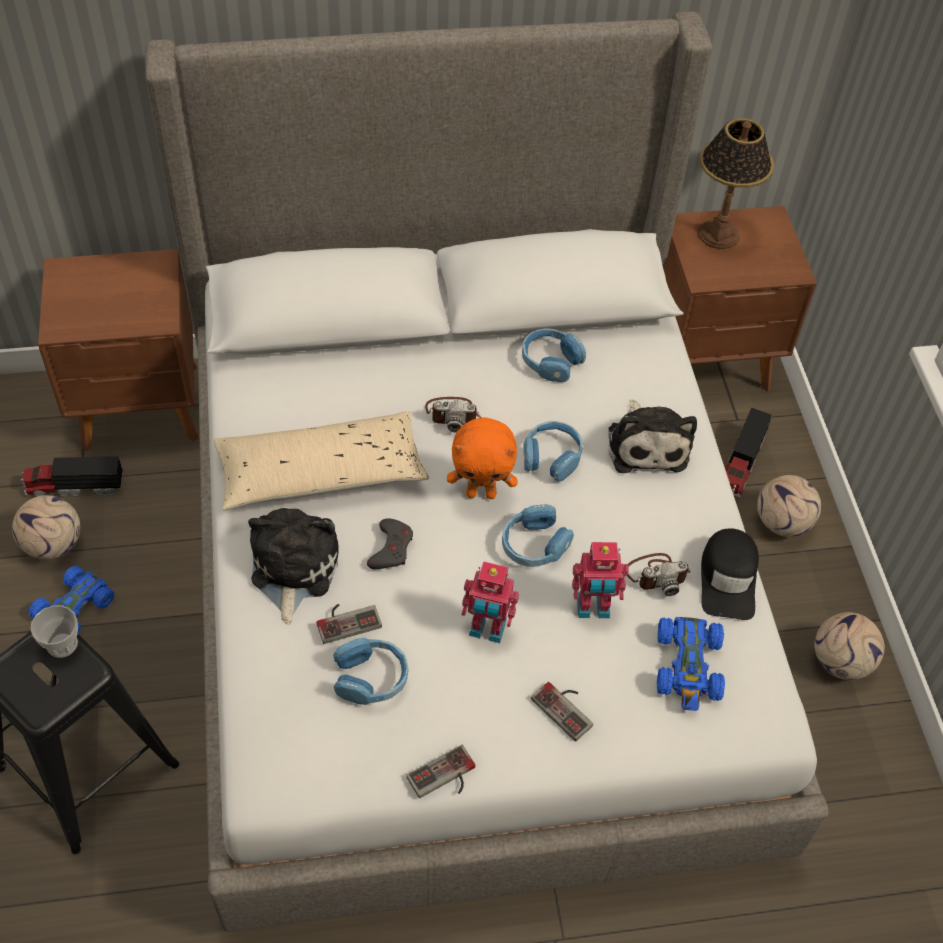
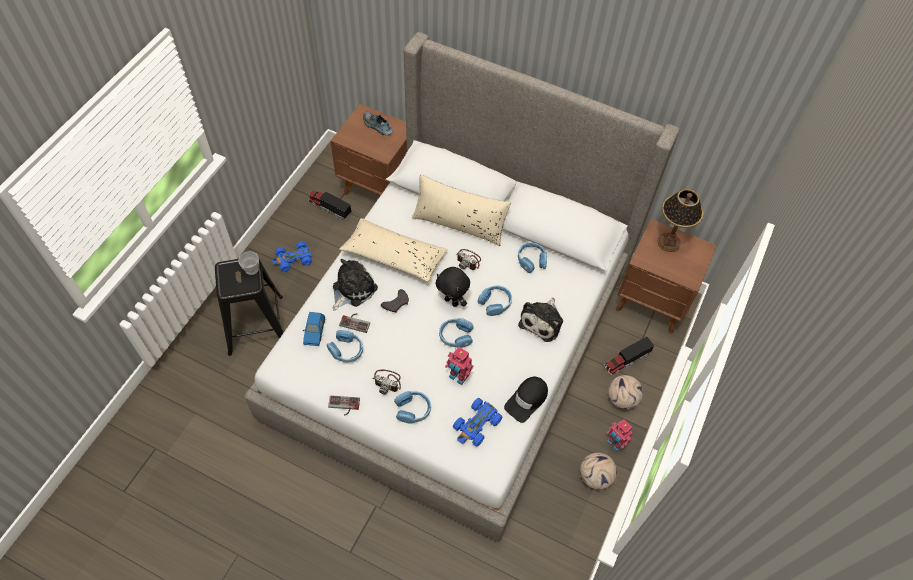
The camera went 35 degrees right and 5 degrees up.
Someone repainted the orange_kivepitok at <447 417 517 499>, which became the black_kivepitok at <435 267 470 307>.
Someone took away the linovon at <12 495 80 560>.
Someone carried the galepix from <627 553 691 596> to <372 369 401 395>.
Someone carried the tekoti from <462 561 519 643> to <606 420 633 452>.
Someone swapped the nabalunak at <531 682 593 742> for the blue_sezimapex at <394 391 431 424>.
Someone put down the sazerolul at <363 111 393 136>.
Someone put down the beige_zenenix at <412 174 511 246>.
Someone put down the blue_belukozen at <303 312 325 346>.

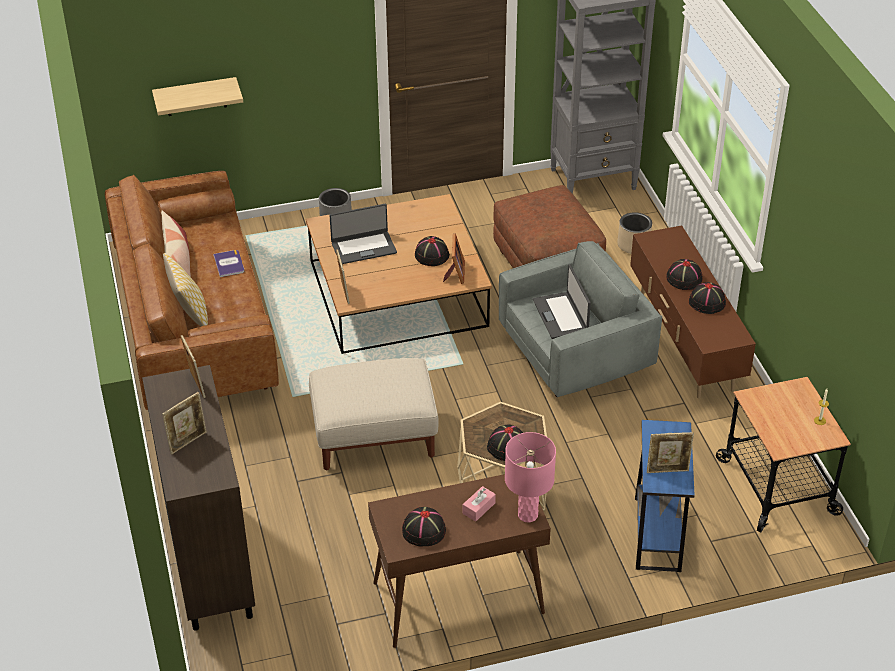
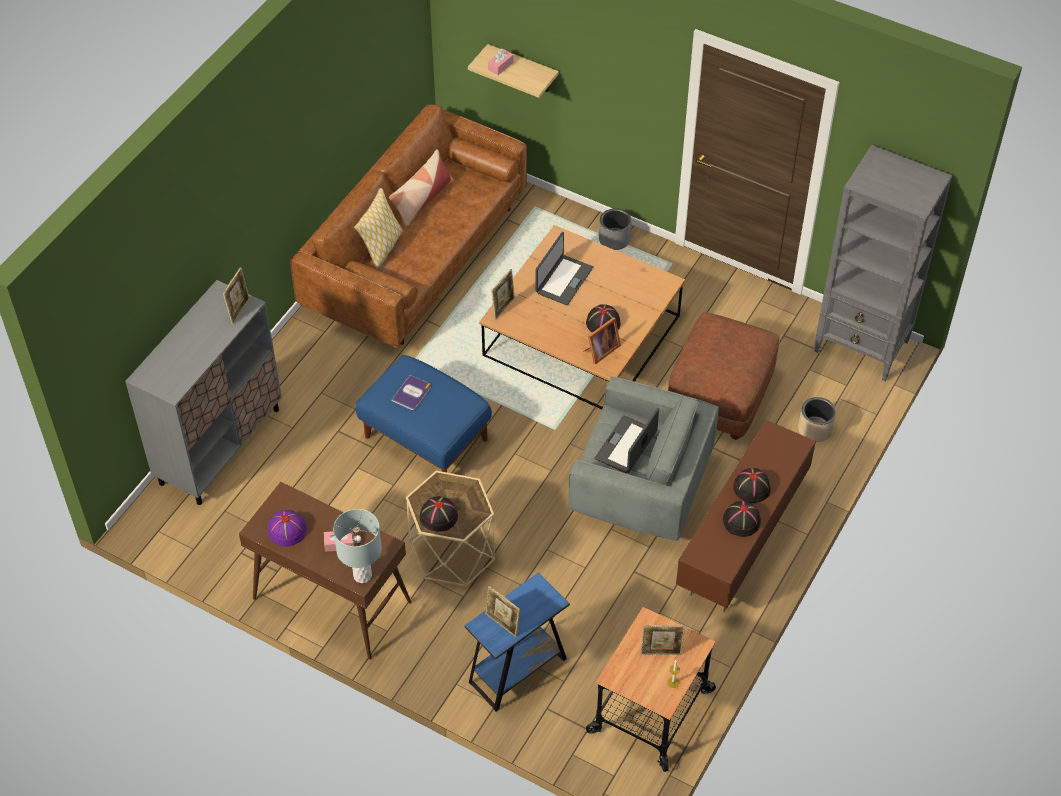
The camera went 45 degrees right and 10 degrees up.
Someone rotated the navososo at <329 204 397 264> by 90 degrees counterclockwise.
Someone carried the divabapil from <213 250 244 277> to <391 375 431 410>.
Someone repainted the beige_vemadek at <309 358 439 470>, which became the blue_vemadek at <356 355 492 472>.
Someone repainted the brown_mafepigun at <142 365 255 631>, which became the grey_mafepigun at <125 280 282 505>.
Someone carried the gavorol from <162 392 207 455> to <641 625 685 655>.
Someone repainted the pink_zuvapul at <505 432 556 523>, which became the grey_zuvapul at <333 509 382 583>.
Someone repainted the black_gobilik at <402 507 446 547>, which became the purple_gobilik at <267 510 307 547>.
Someone put down the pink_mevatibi at <488 49 514 75>.

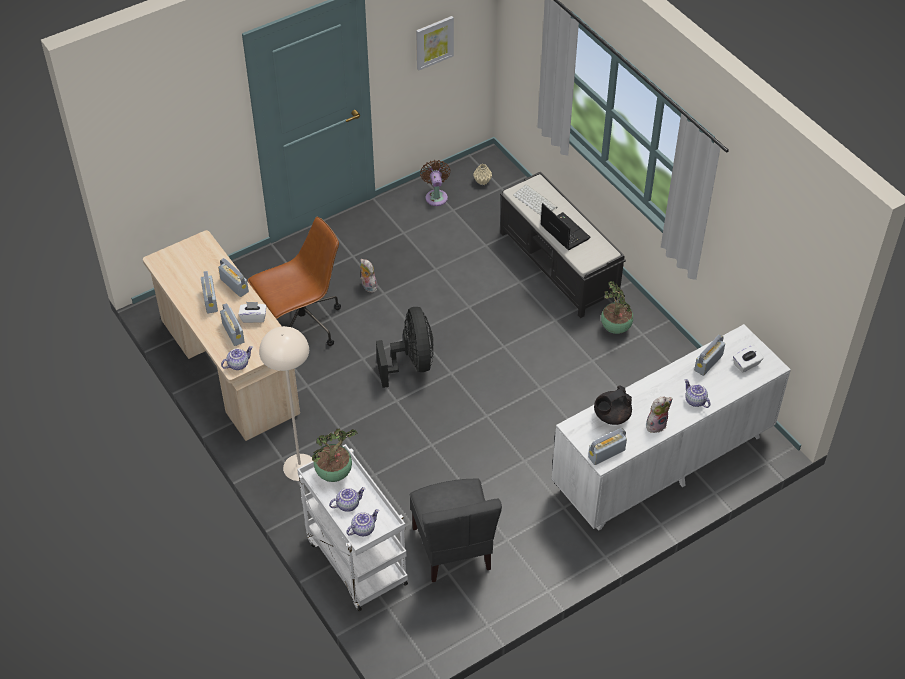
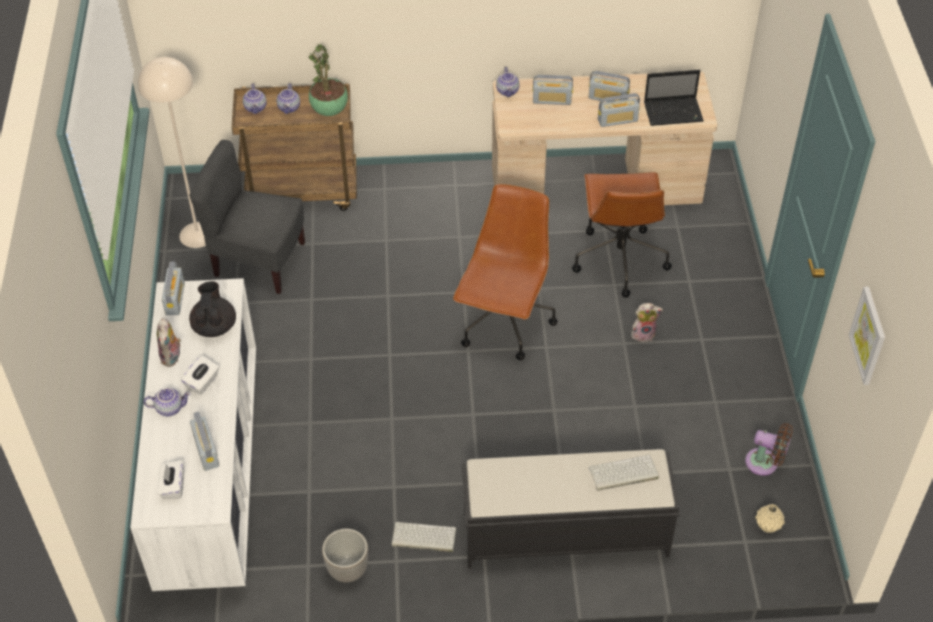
The camera went 120 degrees right and 0 degrees up.
Someone carried the navososo from <540 203 591 250> to <644 70 704 126>.
Someone swapped the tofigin at <601 281 633 334> for the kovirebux at <392 522 456 552>.
Someone carried the white_mevatibi from <238 302 266 323> to <181 356 219 395>.
Someone swapped the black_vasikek at <376 307 434 388> for the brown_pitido at <453 184 558 360>.
Someone carried the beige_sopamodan from <259 326 313 481> to <138 57 206 248>.
Someone repainted the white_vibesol at <297 444 408 611>, which became the brown_vibesol at <232 84 357 211>.
Someone put down the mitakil at <322 529 368 582>.

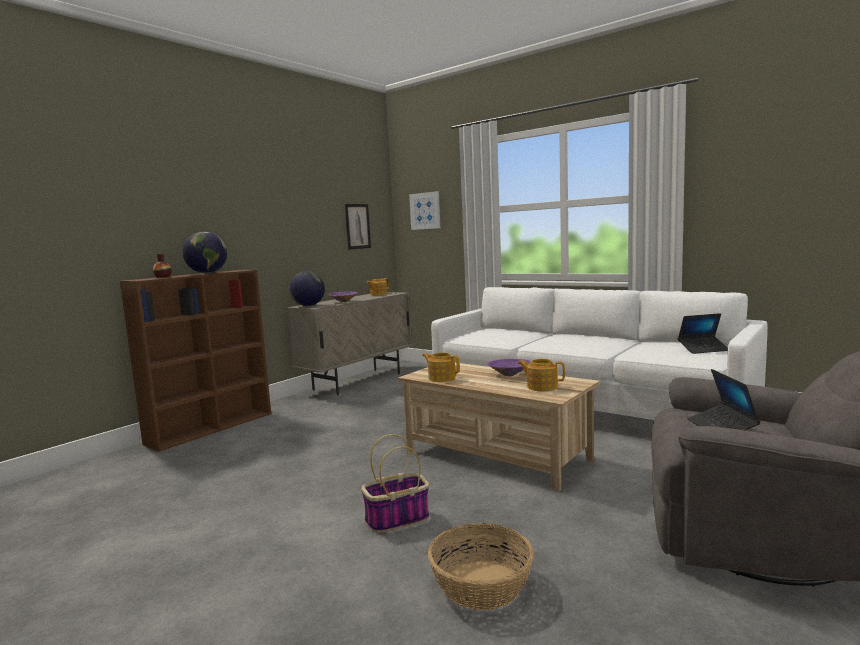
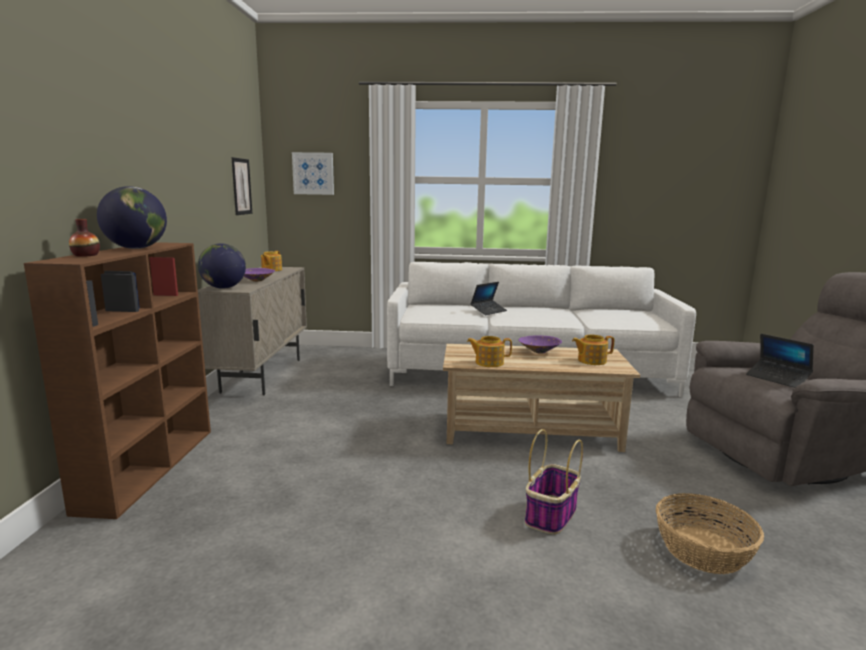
The camera went 35 degrees left and 5 degrees up.
Someone carried the navososo from <678 313 728 354> to <470 282 507 315>.

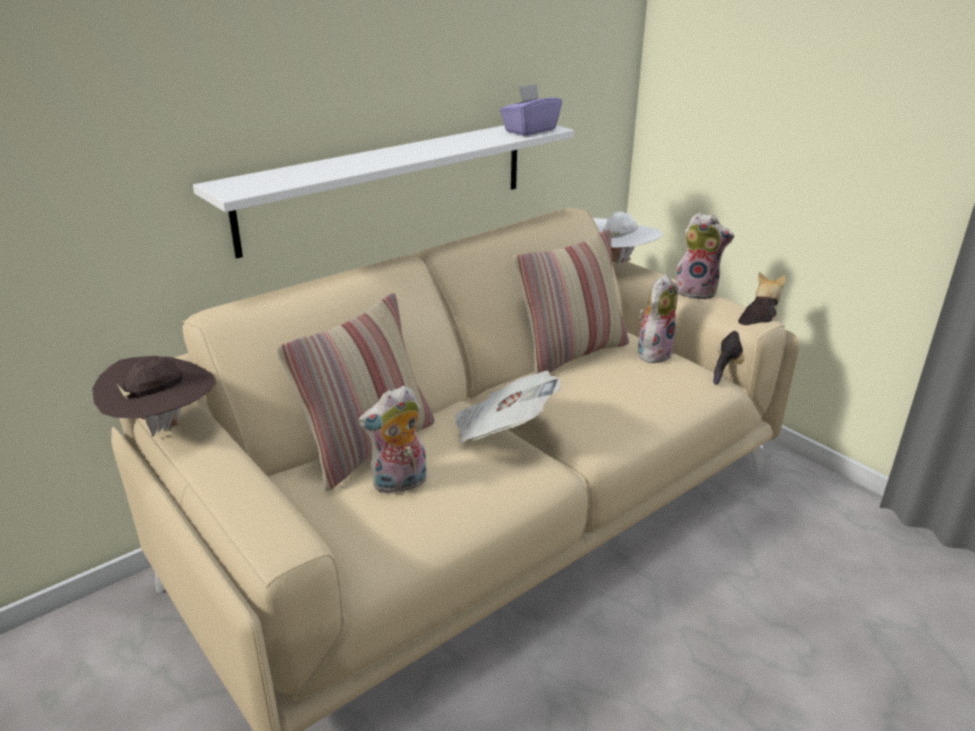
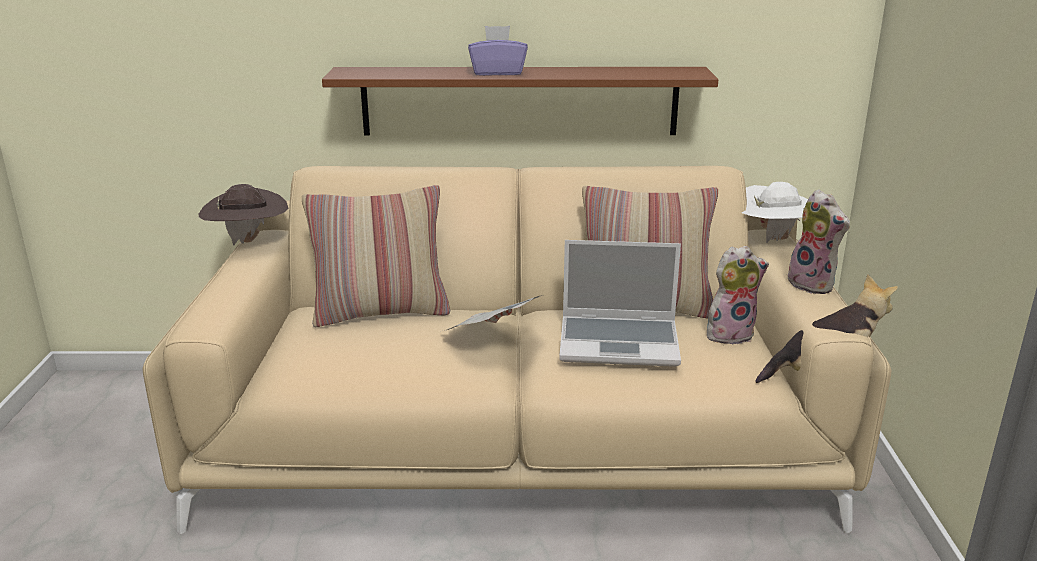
The camera went 40 degrees right and 5 degrees down.
Someone carried the purple_mevatibi from <500 83 562 136> to <468 26 528 76>.
Someone repainted the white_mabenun at <193 125 574 259>, which became the brown_mabenun at <322 67 718 135>.
Someone took away the kivepitok at <358 386 427 494>.
Someone put down the navososo at <559 240 681 367>.

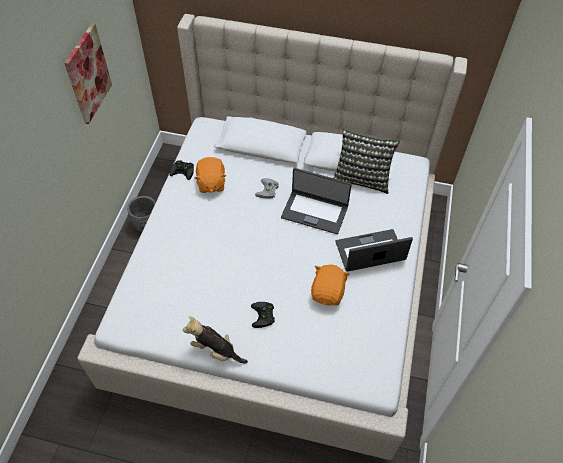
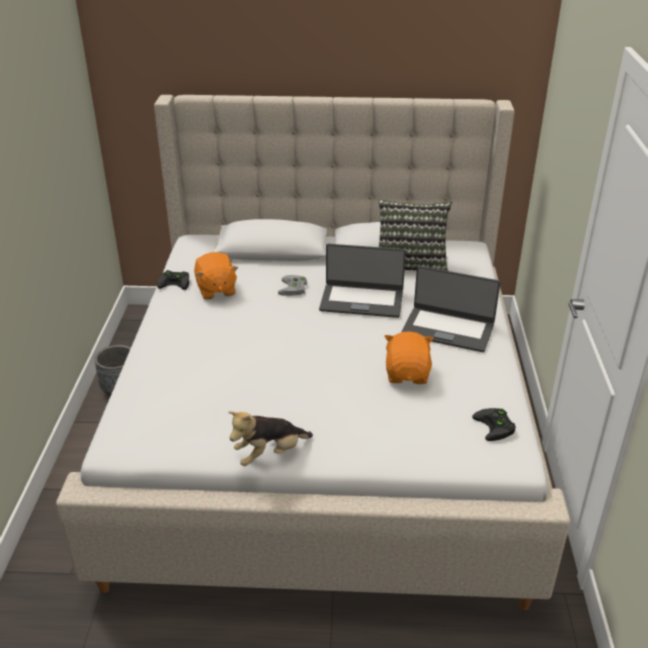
The camera went 10 degrees left and 20 degrees down.
Someone took away the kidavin at <64 23 112 124>.
Someone rotated the navososo at <336 229 413 272> by 135 degrees counterclockwise.
Someone carried the black_nabalunak from <251 302 275 328> to <472 408 516 441>.
Someone rotated the kivepitok at <182 316 248 364> by 45 degrees counterclockwise.

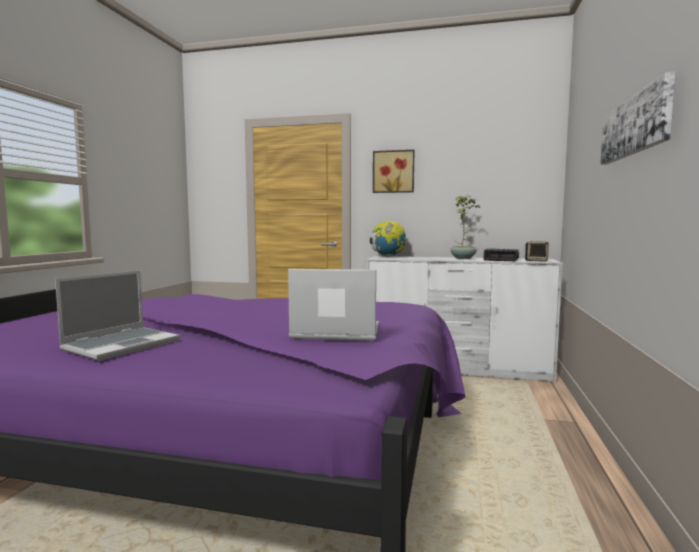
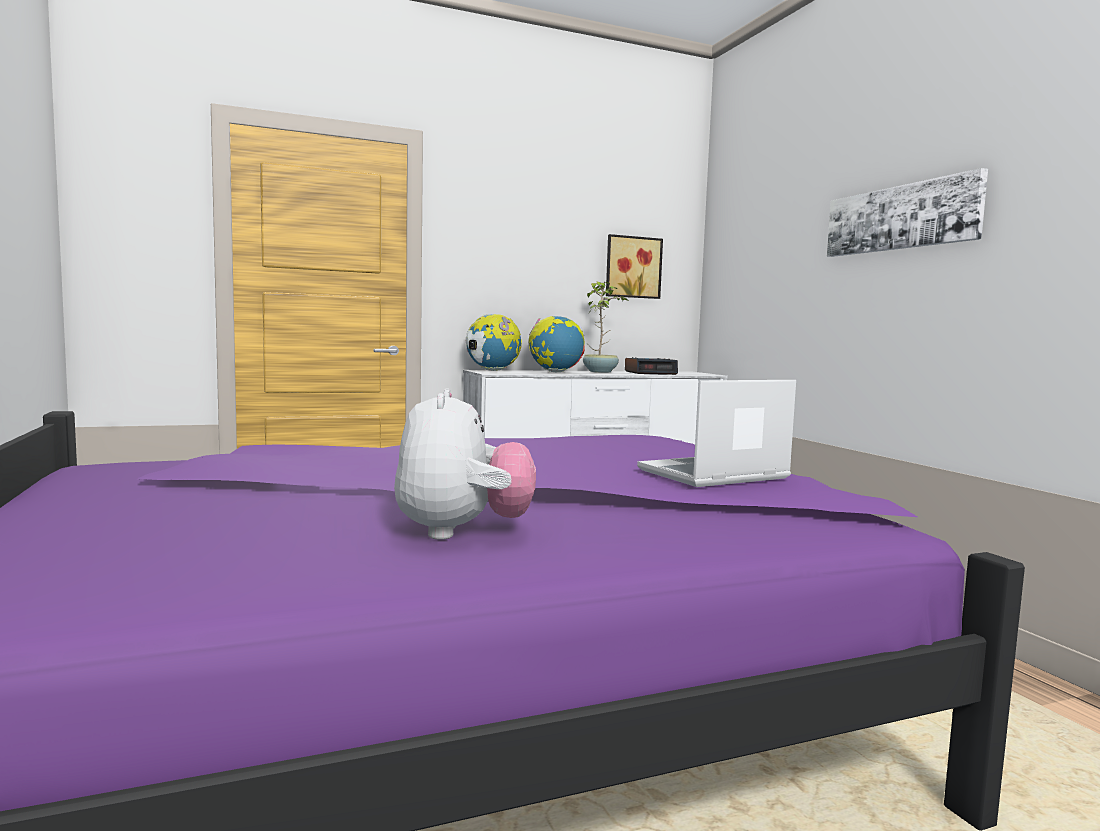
The camera went 35 degrees left and 0 degrees up.
Someone carried the kidavin from <373 150 414 193> to <606 234 663 299>.
Someone took away the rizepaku at <525 241 549 261>.
Someone swapped the navososo at <55 271 180 361> for the kivepitok at <394 388 536 540>.
Someone put down the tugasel at <529 316 585 372>.

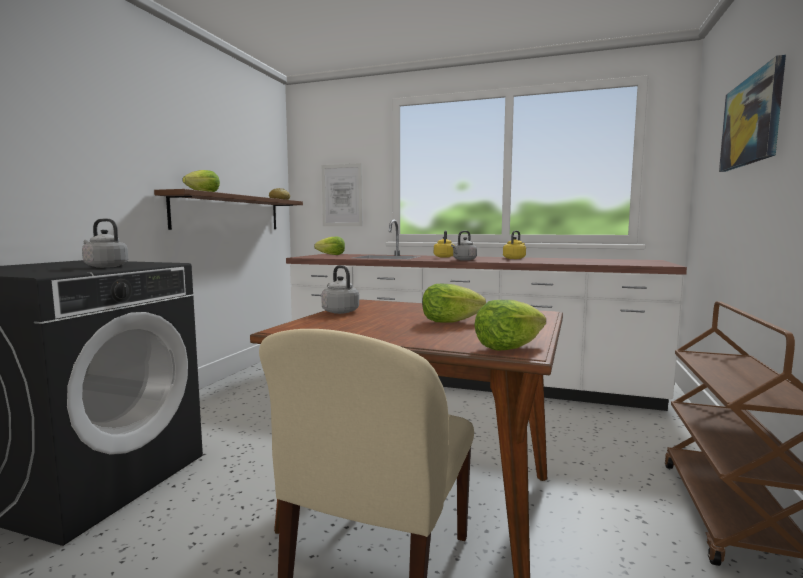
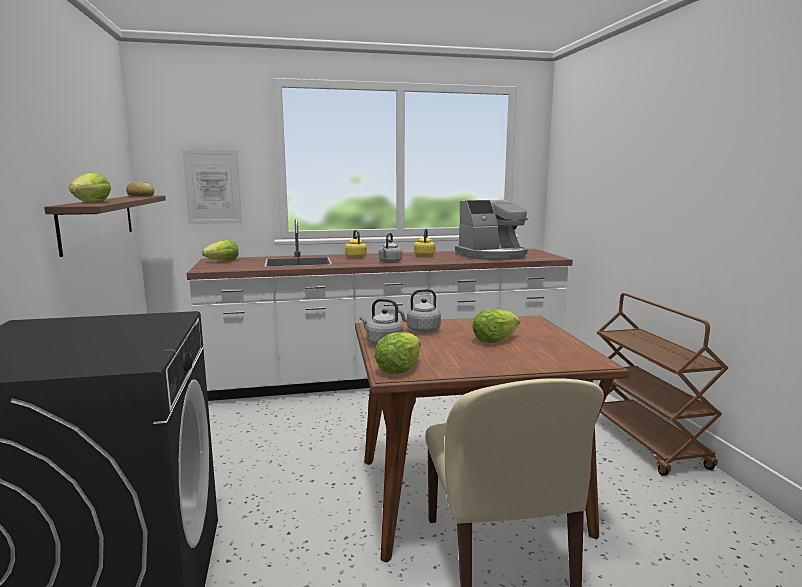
The camera went 30 degrees left and 5 degrees up.
Someone took away the kidavin at <719 55 786 172>.
Someone carried the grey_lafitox from <82 218 128 268> to <398 289 441 333>.
Someone carried the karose from <474 300 546 350> to <374 332 421 374>.
Someone put down the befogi at <455 200 528 260>.

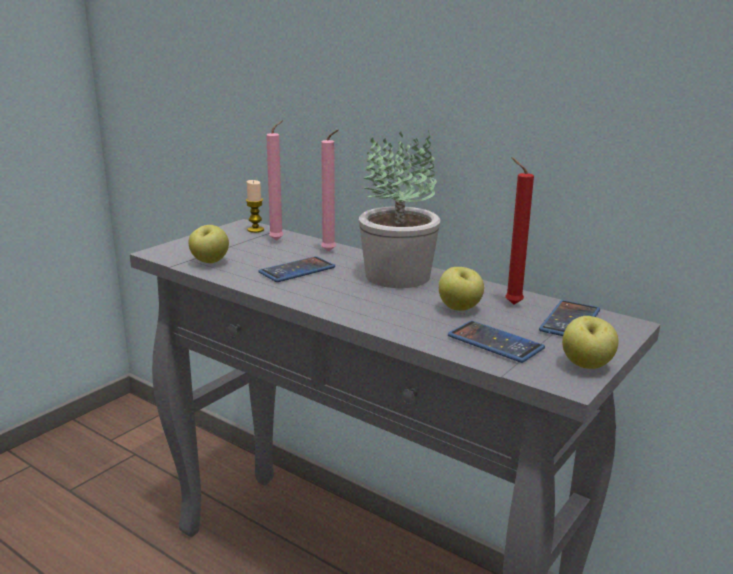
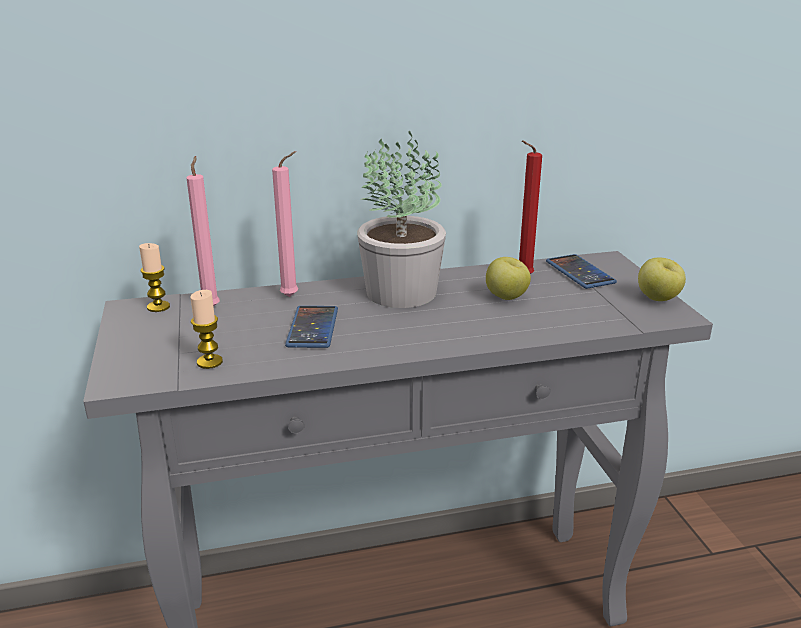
The camera went 50 degrees left and 5 degrees up.
Someone swapped the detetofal at <189 225 229 263> for the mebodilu at <190 290 223 369>.
Someone took away the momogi at <448 321 545 363>.

